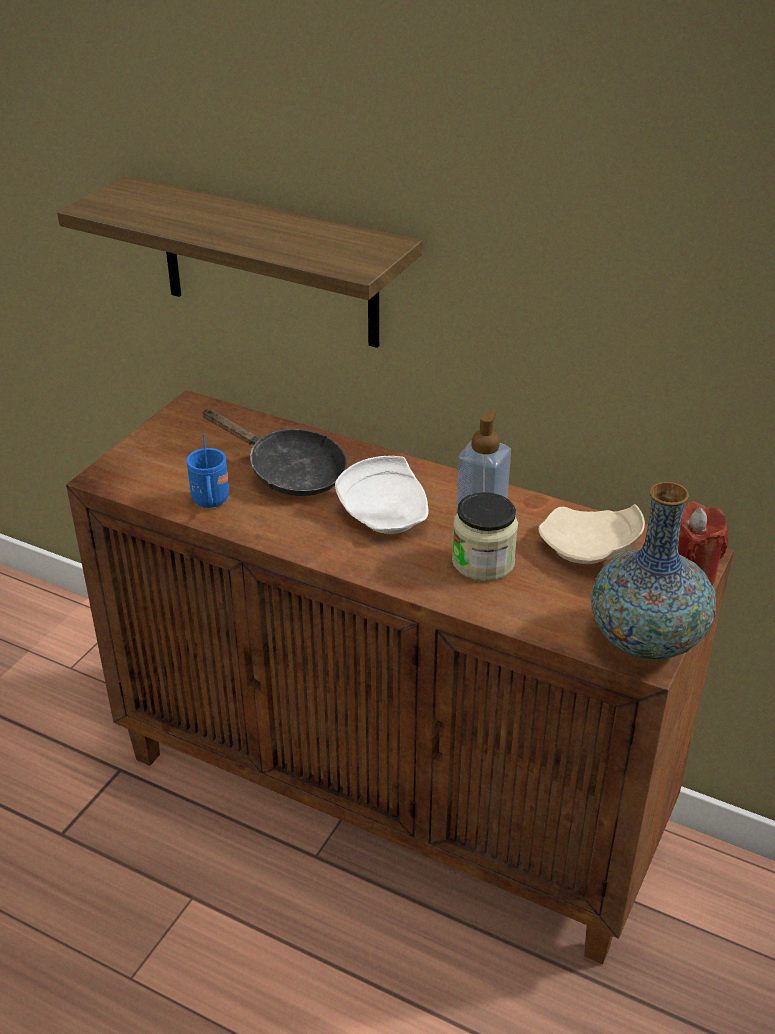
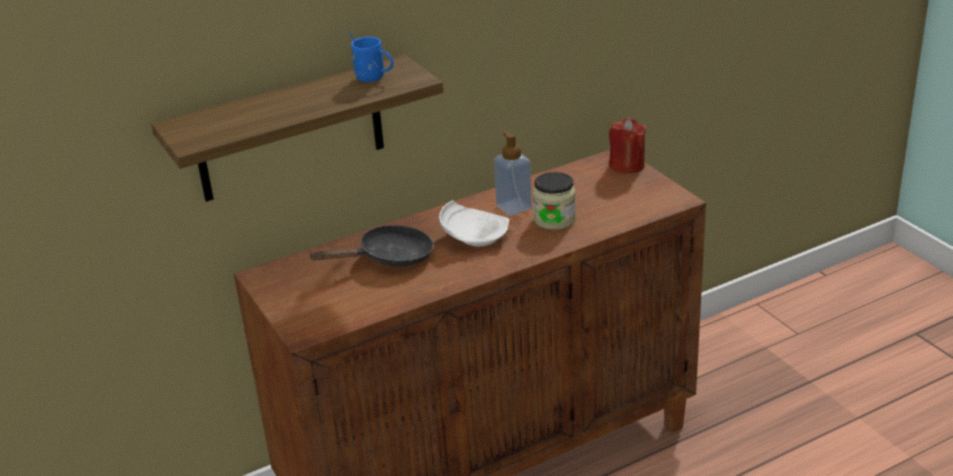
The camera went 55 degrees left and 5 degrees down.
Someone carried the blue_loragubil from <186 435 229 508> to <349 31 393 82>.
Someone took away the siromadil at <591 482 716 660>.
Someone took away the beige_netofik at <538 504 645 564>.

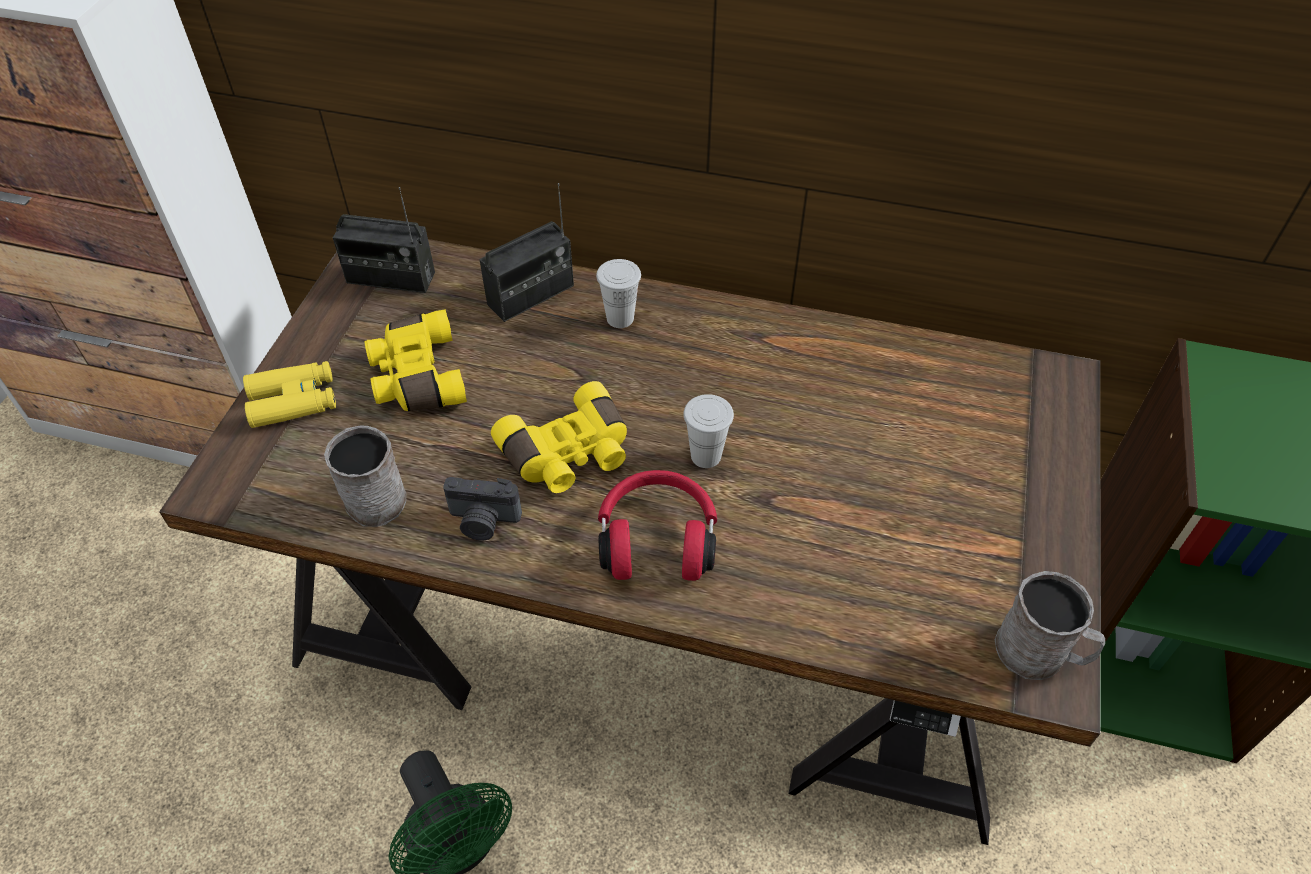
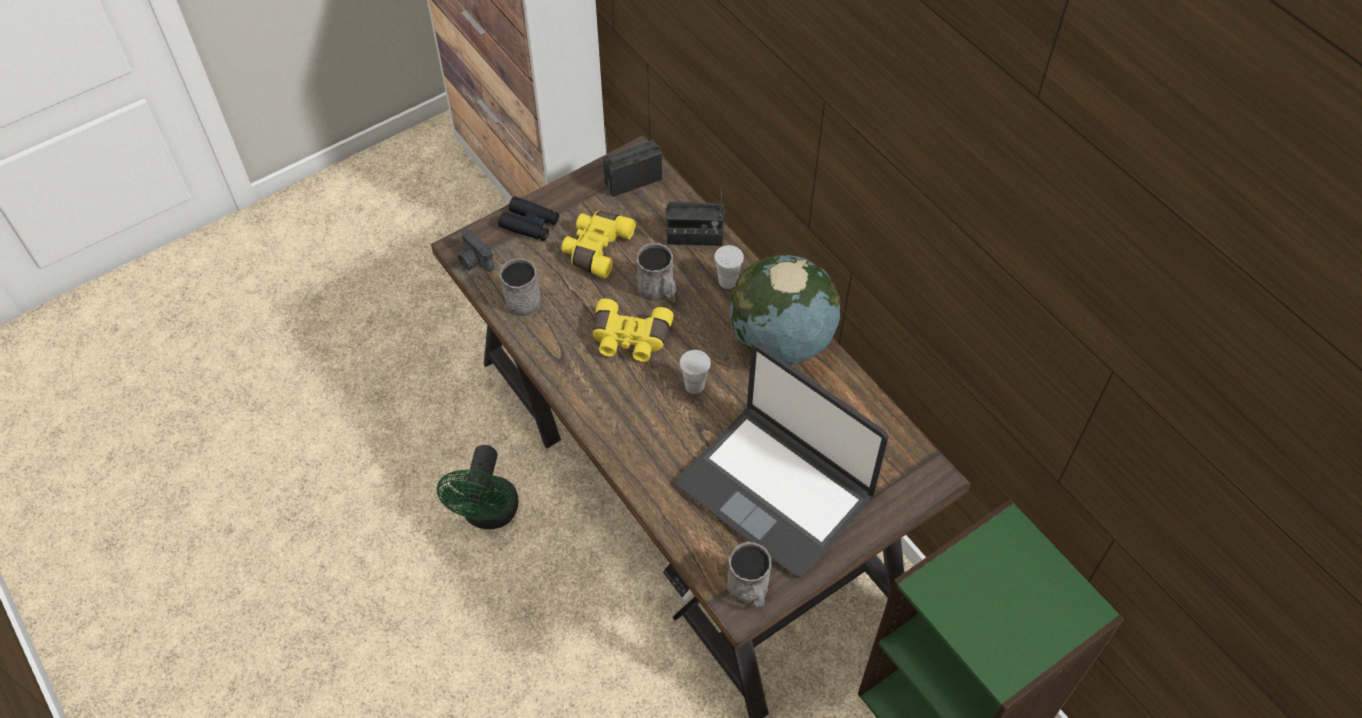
The camera went 40 degrees right and 5 degrees up.
Someone rotated the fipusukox at <333 187 435 293> by 105 degrees clockwise.
Someone repainted the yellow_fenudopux at <243 361 336 428>, which became the black_fenudopux at <498 196 559 241>.
Someone took away the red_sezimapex at <598 470 717 581>.
Someone carried the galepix from <443 477 522 541> to <458 229 495 272>.
Someone put down the grey_loragubil at <636 243 676 302>.
Someone put down the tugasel at <730 255 840 365>.
Someone put down the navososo at <676 344 889 578>.

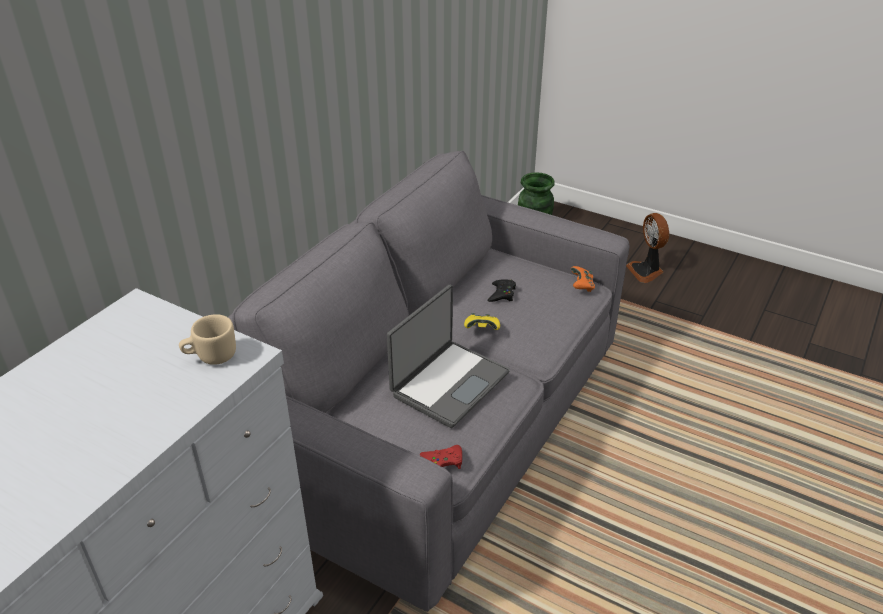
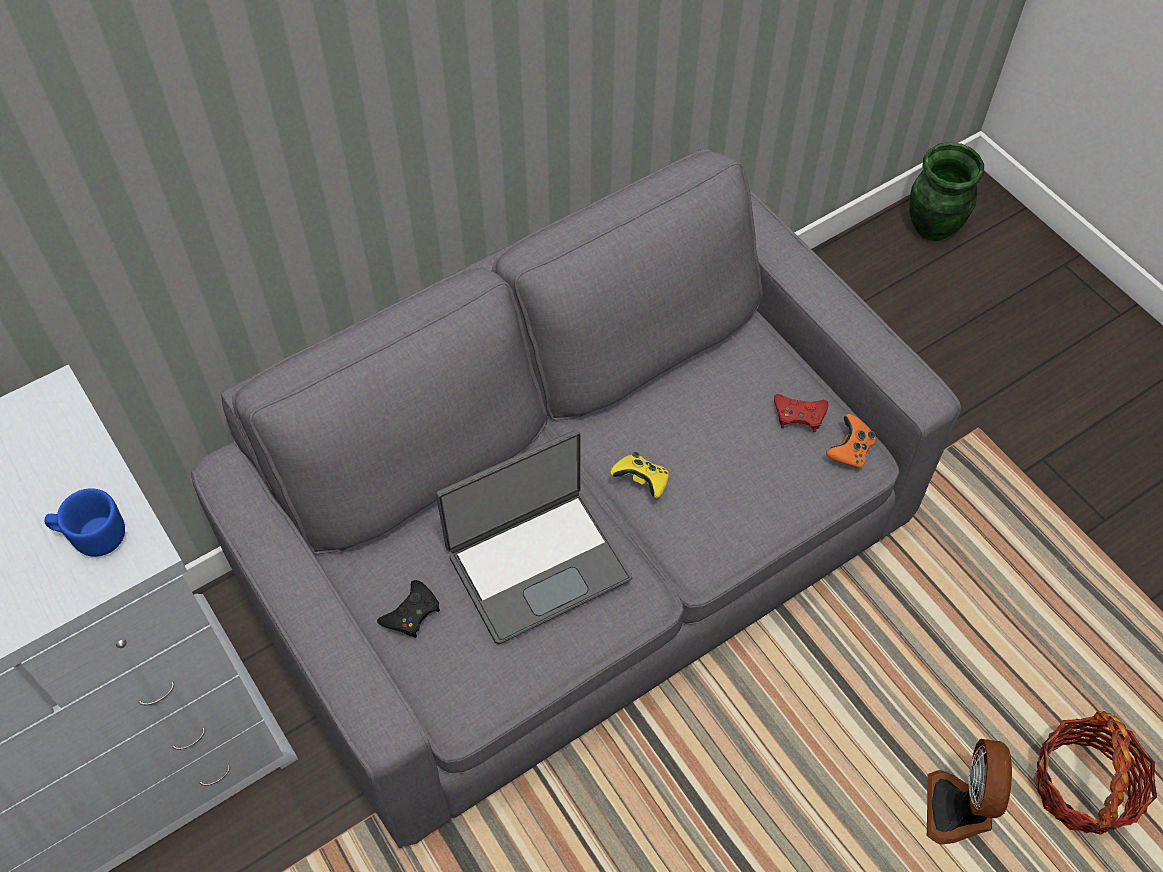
The camera went 25 degrees right and 20 degrees up.
Someone carried the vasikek from <626 213 669 283> to <927 739 1012 845>.
Someone carried the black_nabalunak from <487 279 516 302> to <377 580 440 638>.
Someone repainted the beige_loragubil at <179 314 236 365>, which became the blue_loragubil at <44 488 125 557>.
Someone carried the red_nabalunak from <420 445 462 469> to <774 394 829 432>.
Someone put down the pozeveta at <1033 711 1157 835>.

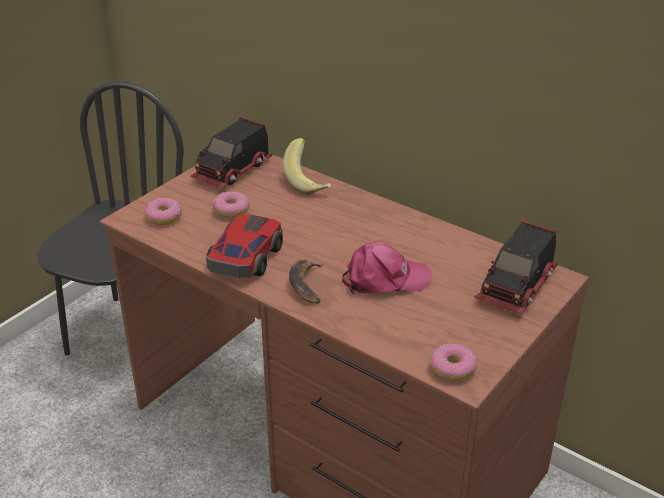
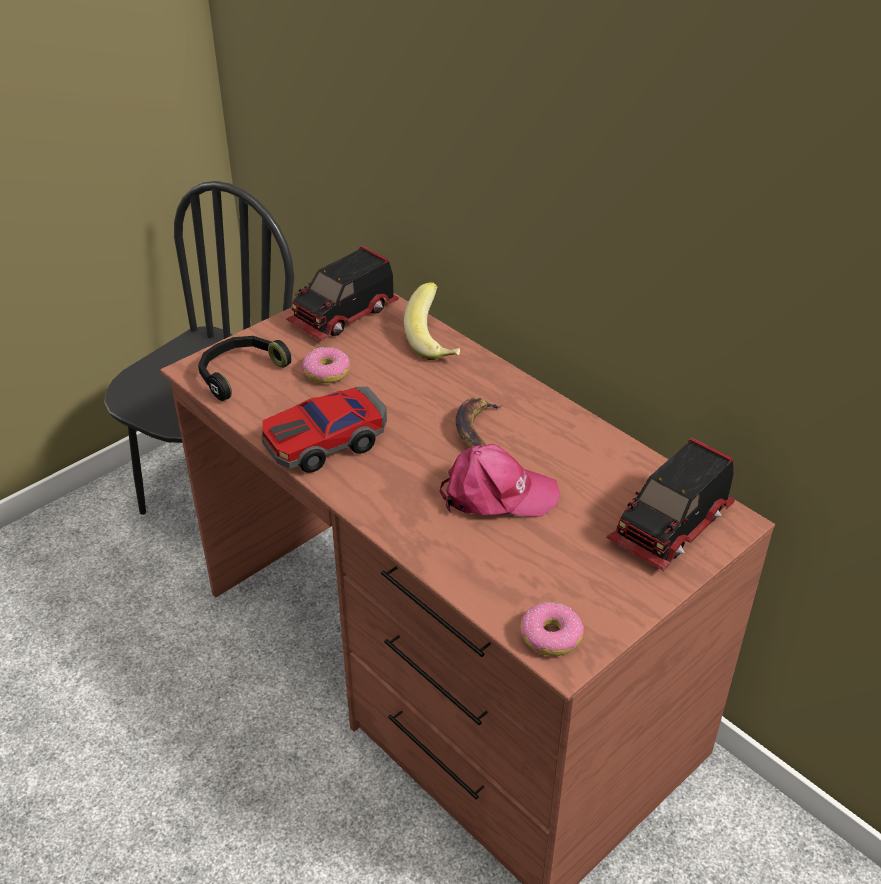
The camera went 10 degrees right and 5 degrees up.
Someone swapped the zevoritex at <145 198 182 225> for the black_sezimapex at <198 336 292 401>.
Someone rotated the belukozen at <206 215 283 278> by 150 degrees counterclockwise.
Someone carried the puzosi from <289 259 323 304> to <456 397 502 448>.

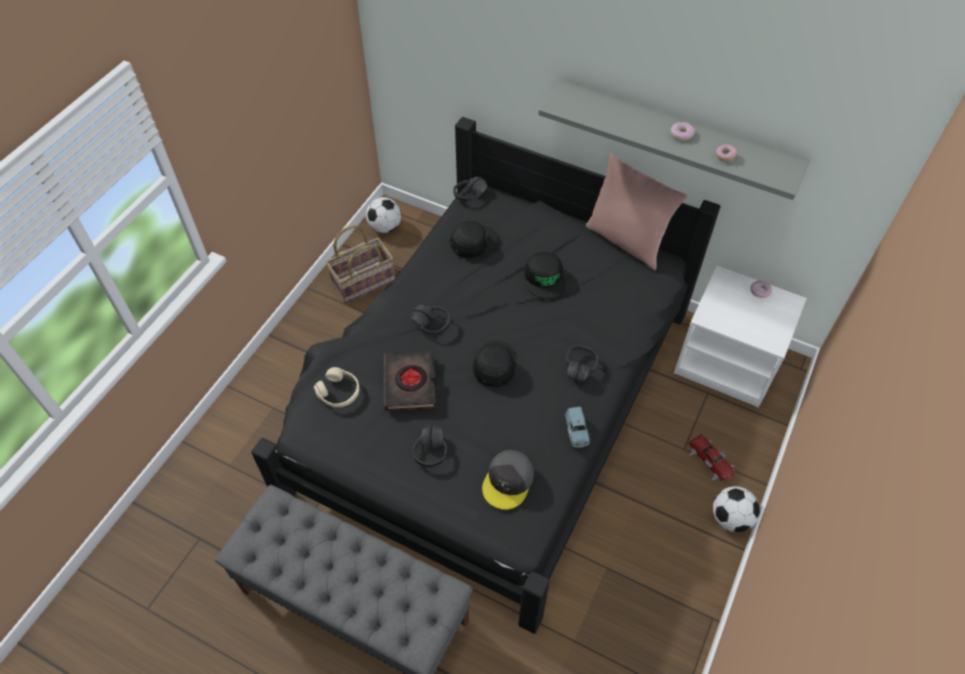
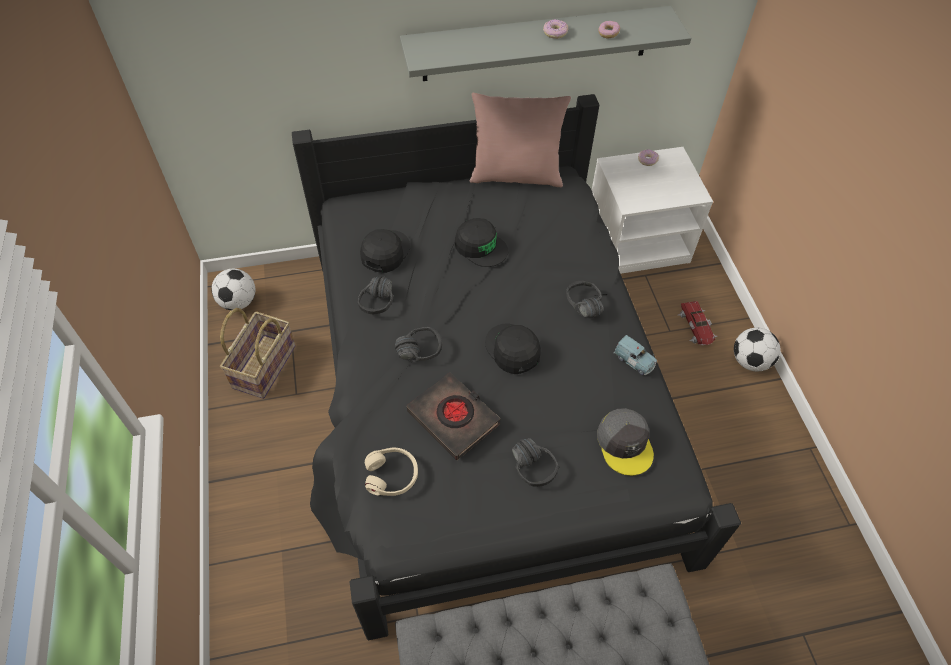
The camera went 40 degrees left and 0 degrees up.
Someone carried the black_sezimapex from <453 177 487 202> to <358 276 393 314>.
Someone rotated the belukozen at <688 434 735 481> by 60 degrees clockwise.

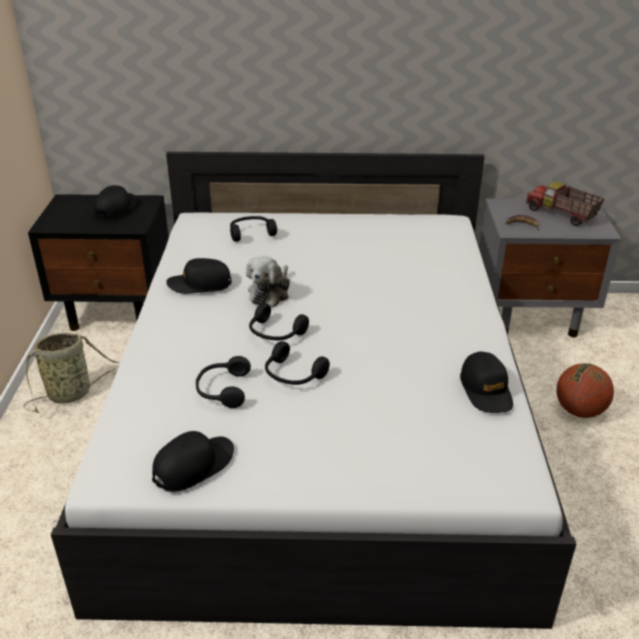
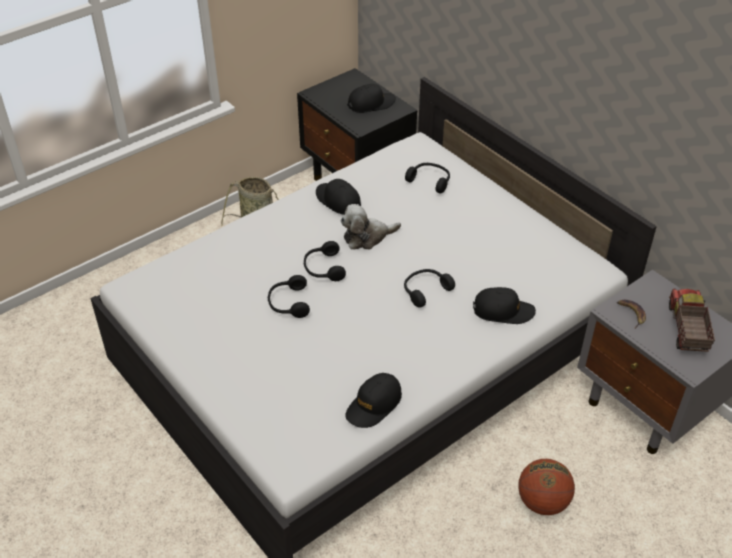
The camera went 50 degrees right and 10 degrees up.
Someone carried the black_sezimapex from <196 356 251 408> to <404 269 455 308>.
Someone carried the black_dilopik from <152 431 234 492> to <473 287 536 324>.

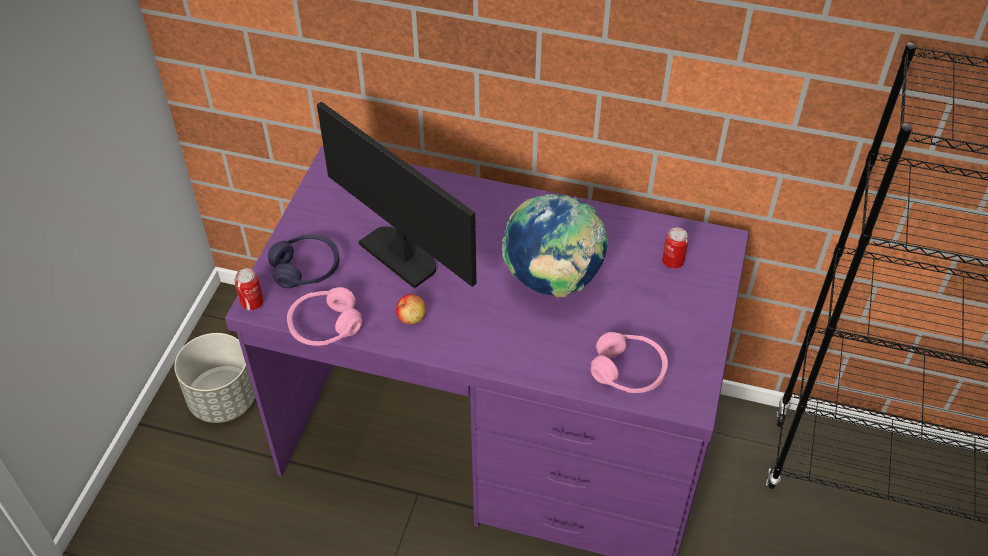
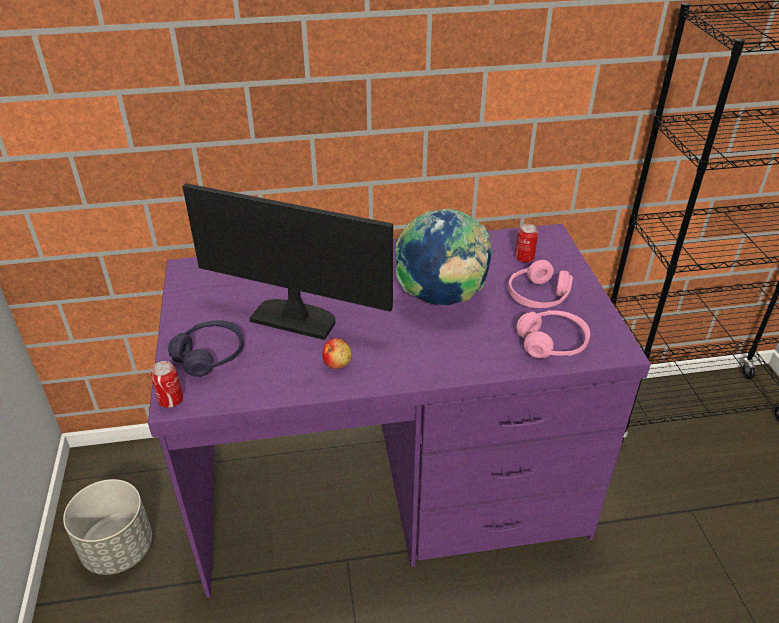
The camera went 25 degrees left and 10 degrees down.
Someone carried the pink_sezimapex from <287 287 362 346> to <508 260 573 308>.

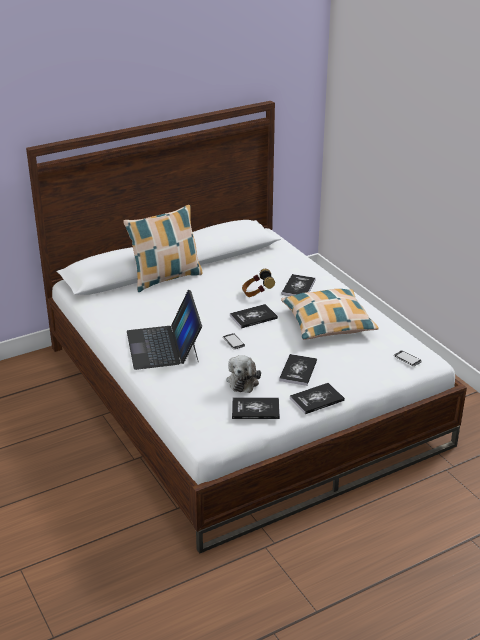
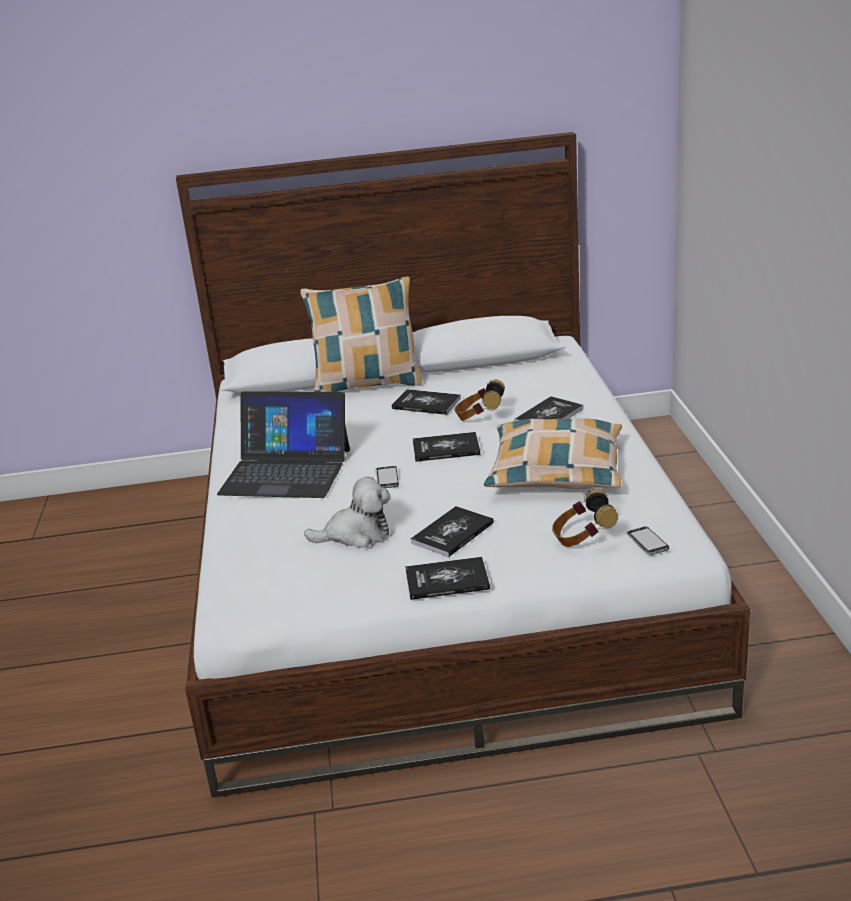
The camera went 25 degrees right and 5 degrees down.
Someone rotated the navososo at <127 290 202 370> by 90 degrees counterclockwise.
Someone rotated the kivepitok at <226 355 261 393> by 135 degrees counterclockwise.
Someone carried the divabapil from <232 397 280 419> to <392 389 461 415>.
Someone put down the sezimapex at <552 489 618 547>.

